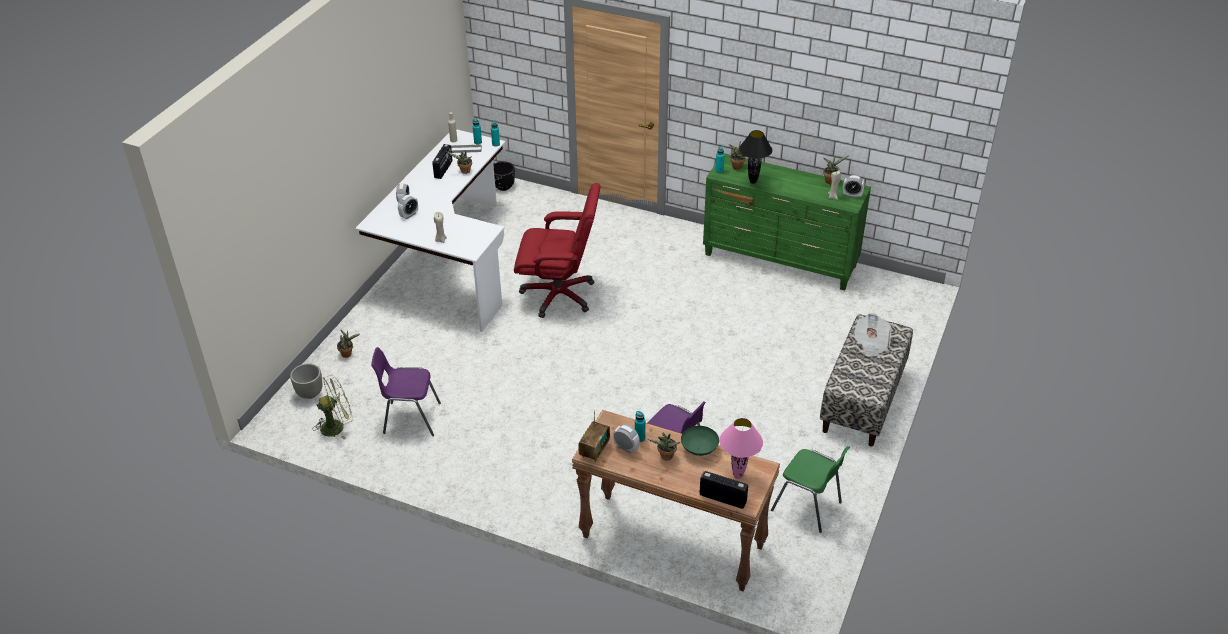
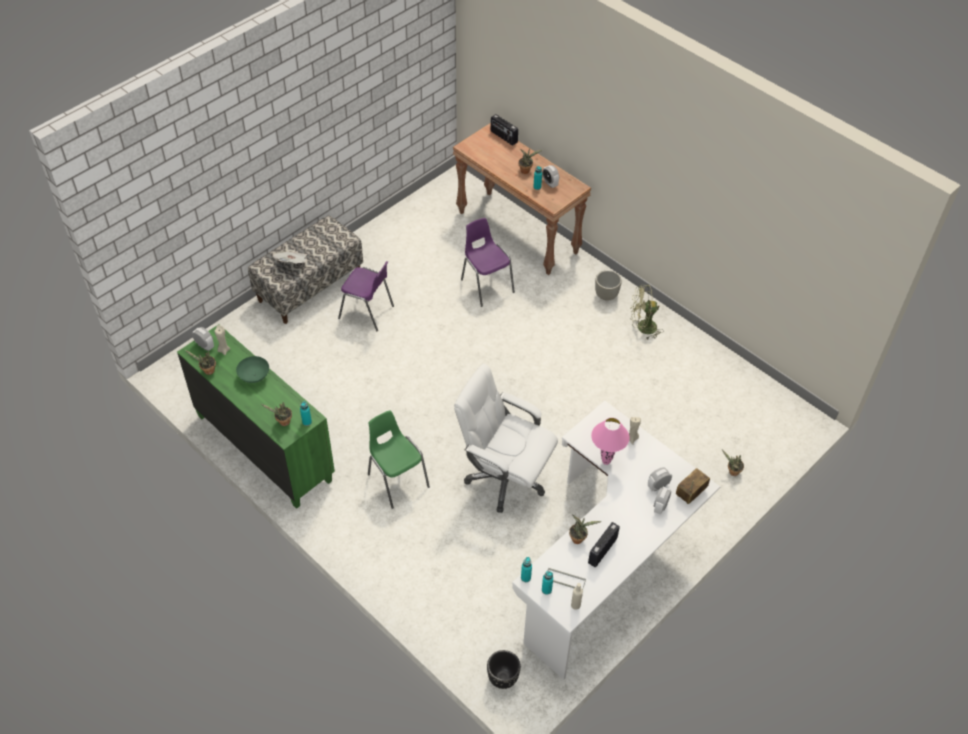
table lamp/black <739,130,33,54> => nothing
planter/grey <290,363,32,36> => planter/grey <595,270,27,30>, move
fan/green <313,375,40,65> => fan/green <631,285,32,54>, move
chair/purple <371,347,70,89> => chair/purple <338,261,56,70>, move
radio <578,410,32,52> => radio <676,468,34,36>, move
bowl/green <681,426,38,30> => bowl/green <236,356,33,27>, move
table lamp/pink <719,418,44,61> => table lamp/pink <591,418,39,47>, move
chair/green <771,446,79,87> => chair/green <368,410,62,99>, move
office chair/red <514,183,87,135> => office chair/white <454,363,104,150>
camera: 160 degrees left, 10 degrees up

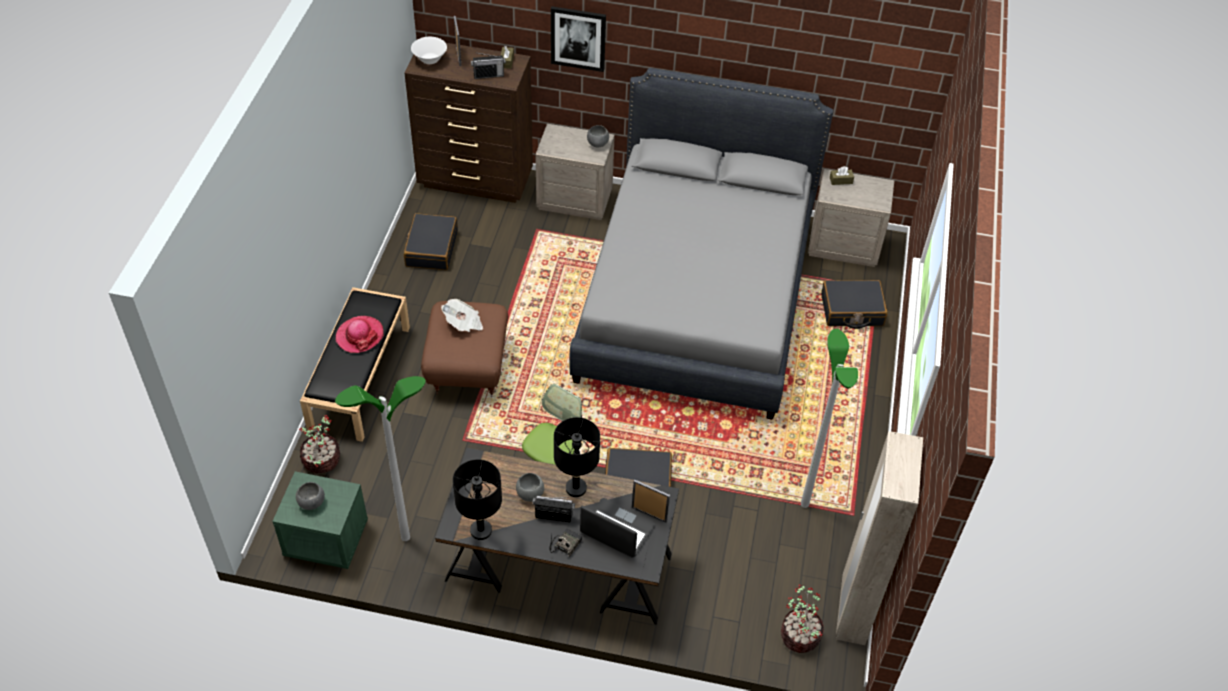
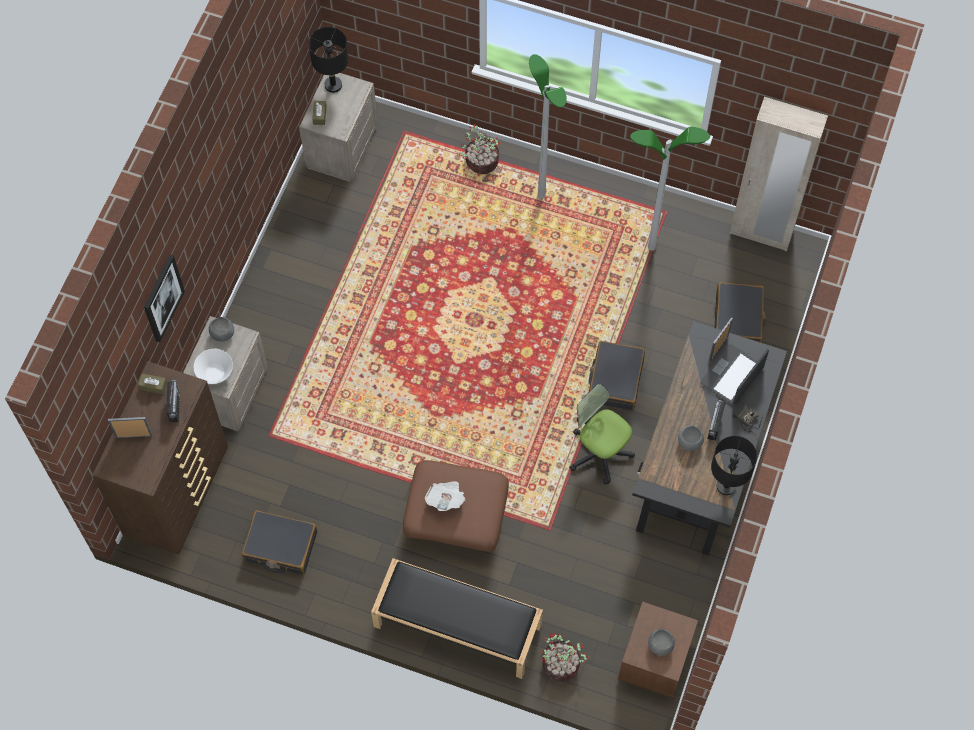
hat <335,316,49,37> => nothing
bed/grey <569,68,264,352> => nothing
floor lamp <335,376,91,165> => floor lamp <529,54,38,144>, move
bowl/white <411,37,36,27> => bowl/white <194,349,39,35>, move
table lamp/black <554,417,46,80> => table lamp/black <309,27,40,66>, move
potted plant <781,585,43,68> => potted plant <459,124,42,50>, move
suitcase/black <821,280,66,49> => suitcase/black <715,282,51,61>, move
nightstand/green <272,471,96,98> => nightstand/brown <618,601,80,97>
camera: 80 degrees left, 15 degrees up

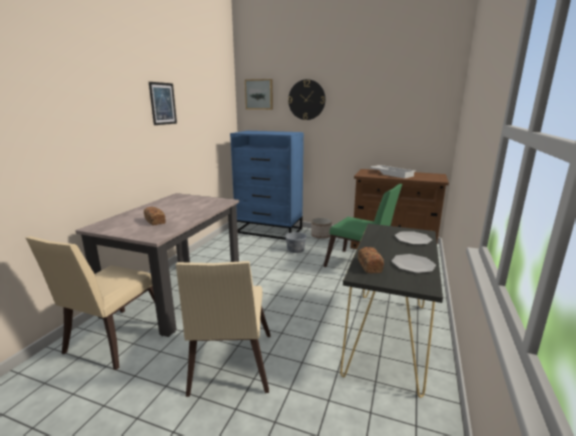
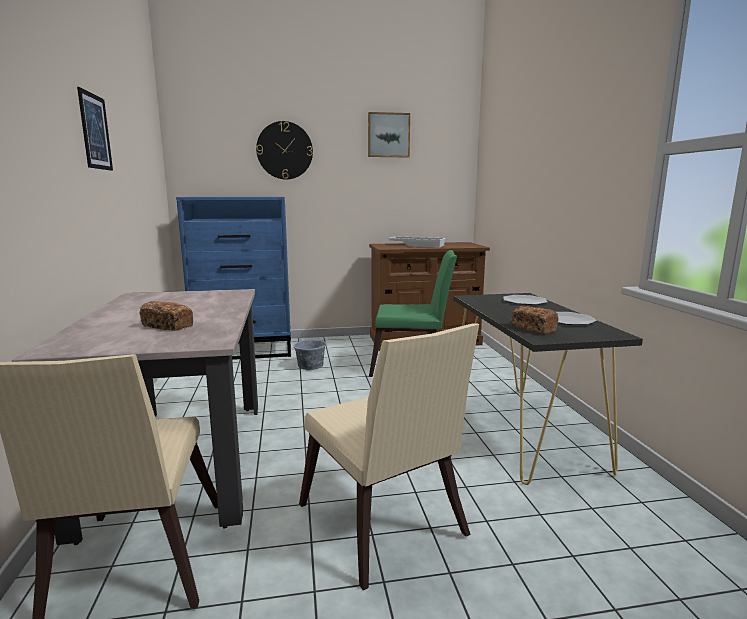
planter <311,218,21,21> => nothing
picture <245,79,28,31> => picture <368,112,42,45>, move
camera: 30 degrees left, 5 degrees down

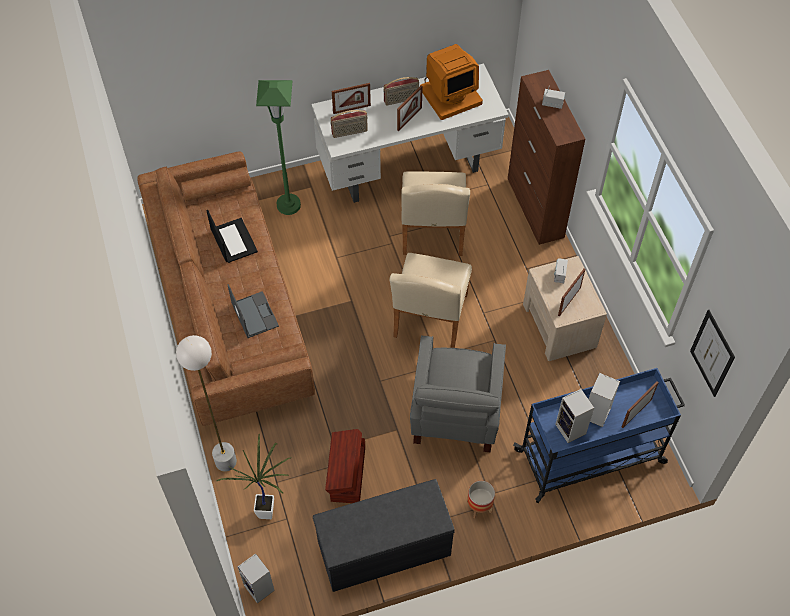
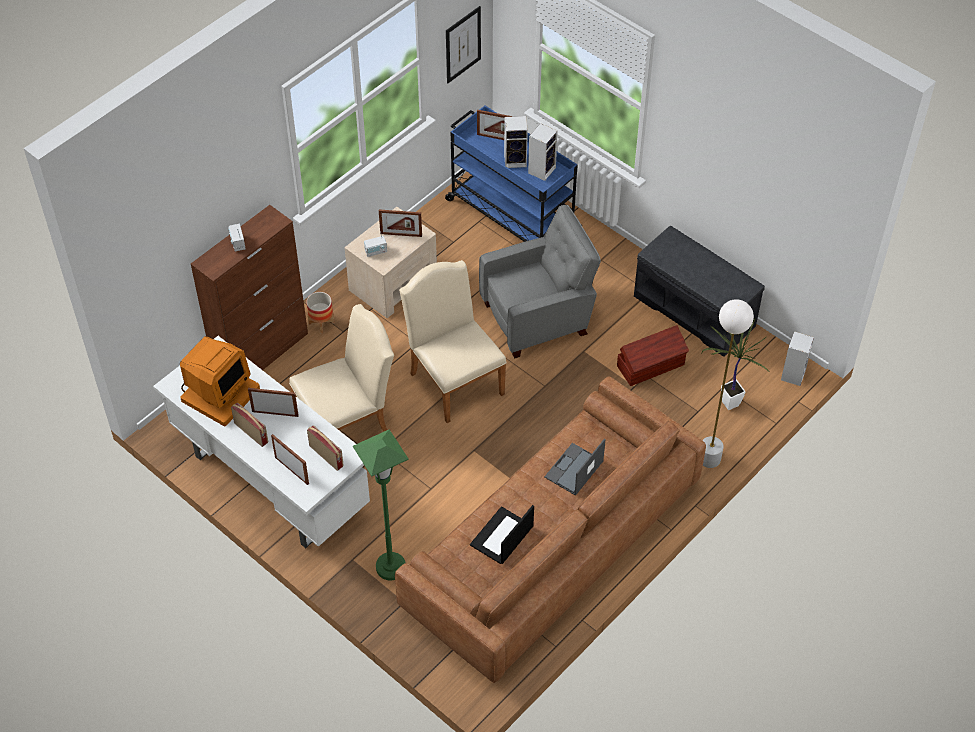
planter <467,481,28,38> => planter <306,292,29,41>, move
chair/beige <389,253,83,95> => chair/beige <399,260,108,163>, 105 degrees counterclockwise
monitor <420,44,63,76> => monitor <180,336,80,90>, 90 degrees clockwise
camera: 120 degrees left, 5 degrees down

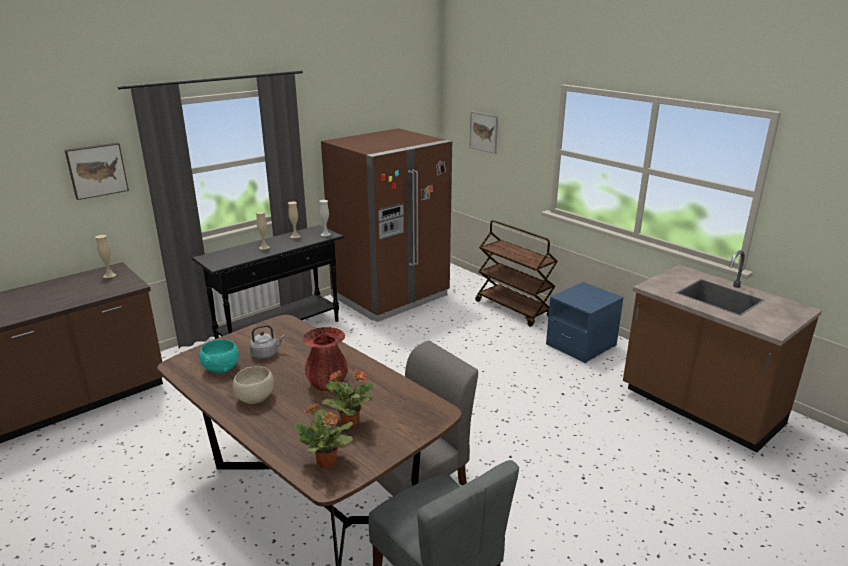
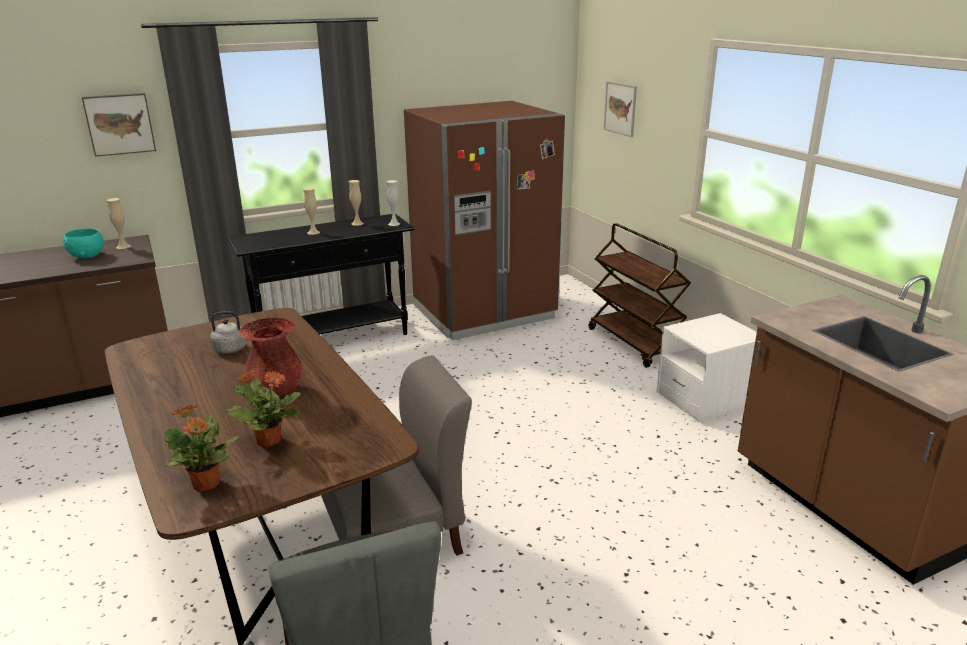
bowl/beige <233,366,41,38> => nothing
bowl/turquoise <200,339,39,34> => bowl/turquoise <63,229,41,29>, move
nightstand/blue <546,282,78,81> => nightstand/white <656,313,101,110>
camera: 15 degrees right, 0 degrees up

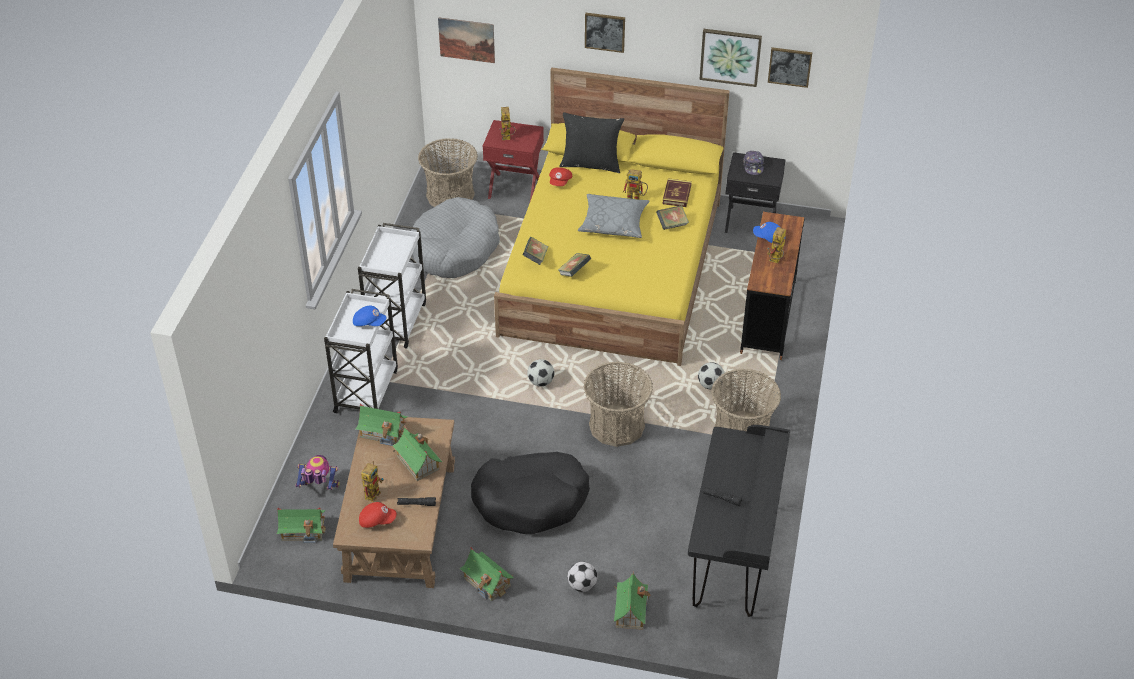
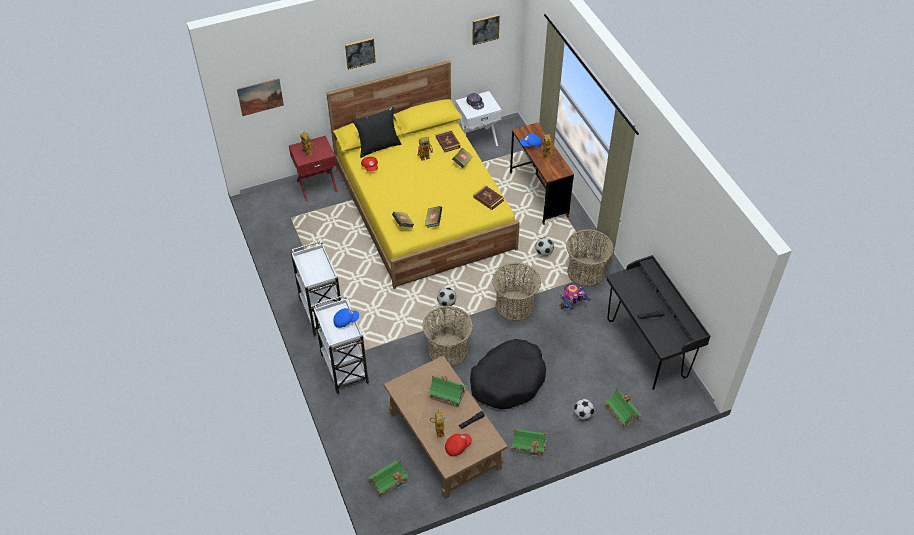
toy house <356,404,52,42> => nothing
dog bed/grey <411,197,89,81> => nothing
pillow/grey <578,194,71,44> => nothing
picture <699,29,63,58> => nothing
nothing => book <473,185,31,25>
toy robot <295,455,45,35> => toy robot <559,284,32,26>, move
basket <418,138,60,69> => basket <423,306,50,61>, move
nightstand/black <725,152,61,81> => nightstand/white <455,91,47,55>
camera: 35 degrees left, 5 degrees up

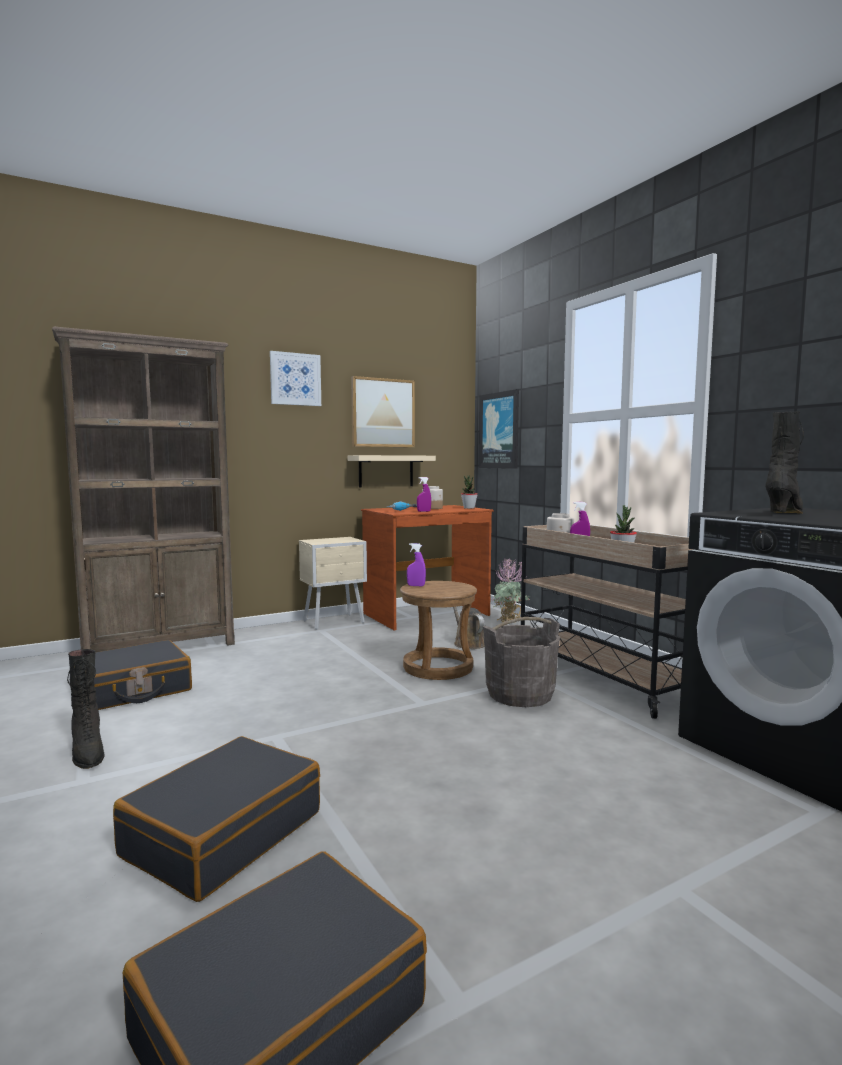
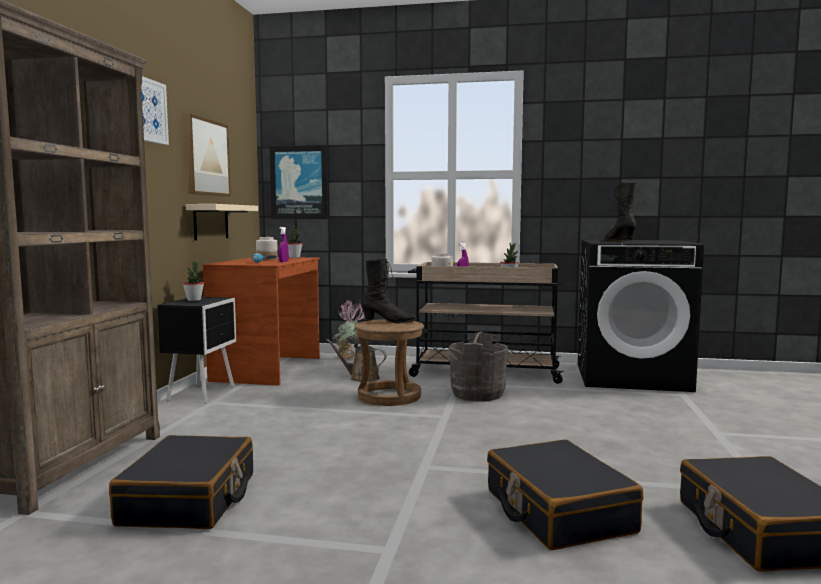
spray bottle/purple <407,543,19,43> => nothing
nothing => potted plant <183,261,21,40>
boot/black <67,649,38,120> => boot/black <361,259,56,64>, move
nightstand/beige <299,537,68,93> => nightstand/black <157,297,79,107>
camera: 50 degrees left, 0 degrees up

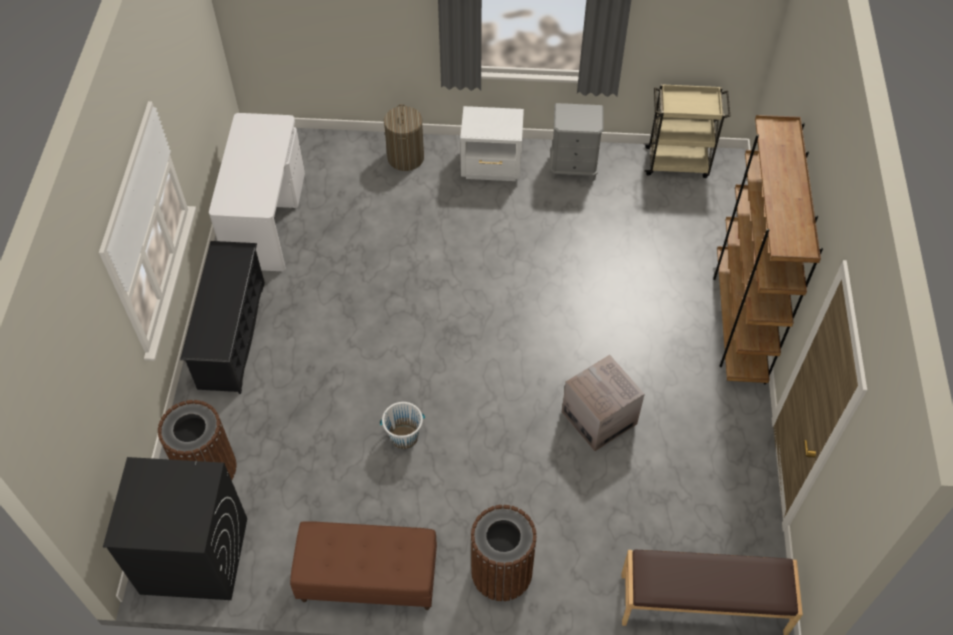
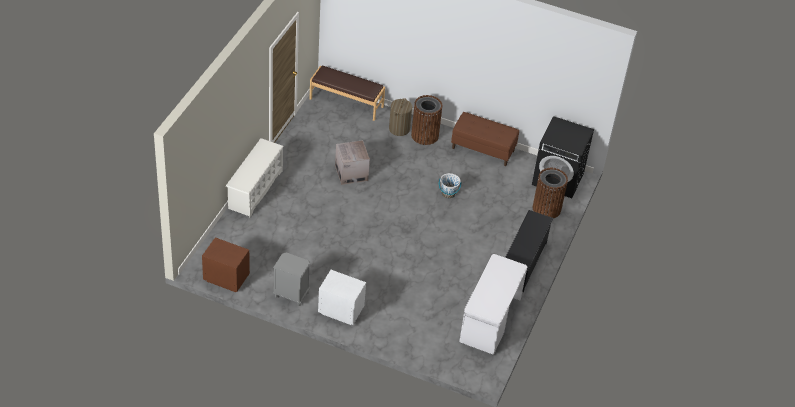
laundry basket <384,104,40,67> => laundry basket <389,99,23,37>, move
cart/beige <644,84,86,94> => nightstand/brown <202,237,48,55>
bookcase/brown <713,115,110,269> => shoe rack/white <226,138,58,79>
camera: 165 degrees left, 10 degrees down

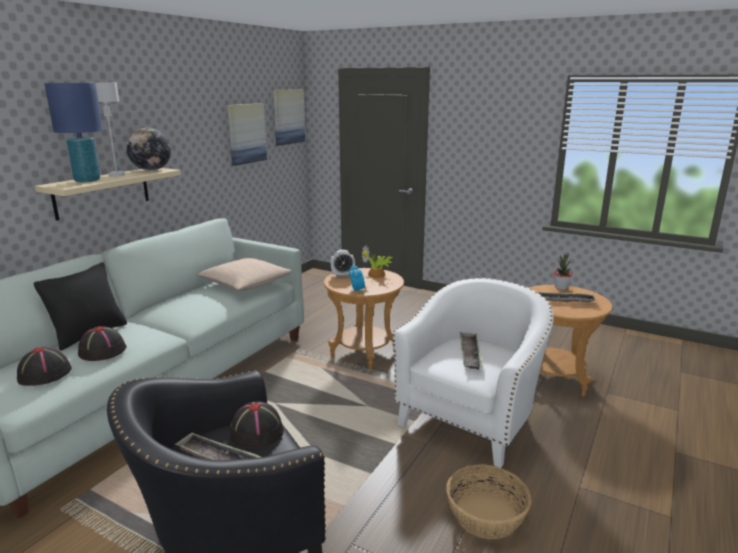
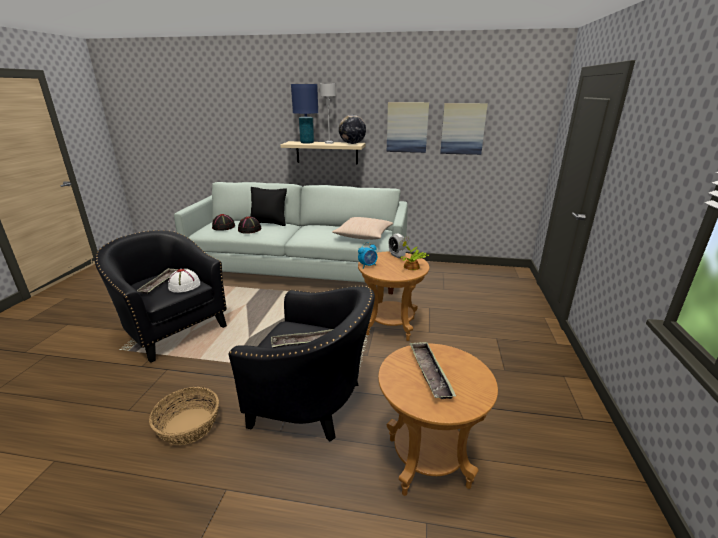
potted plant <553,253,19,37> => nothing
picture <273,89,32,57> => picture <387,102,42,51>, move
hat/black <230,401,54,48> => hat/white <168,269,32,24>
armchair/white <393,278,161,190> => armchair/black <229,286,146,155>
camera: 70 degrees right, 5 degrees up

